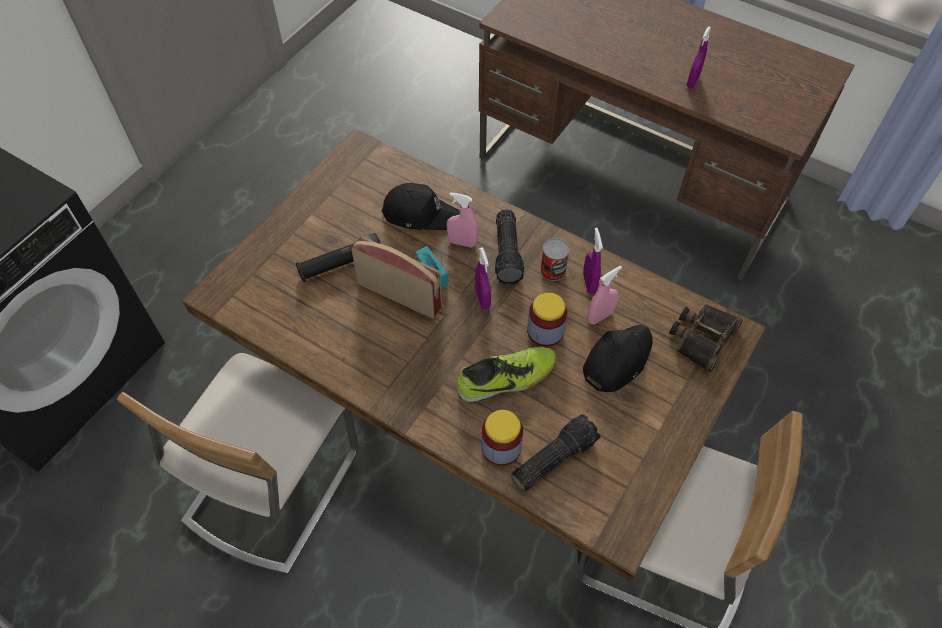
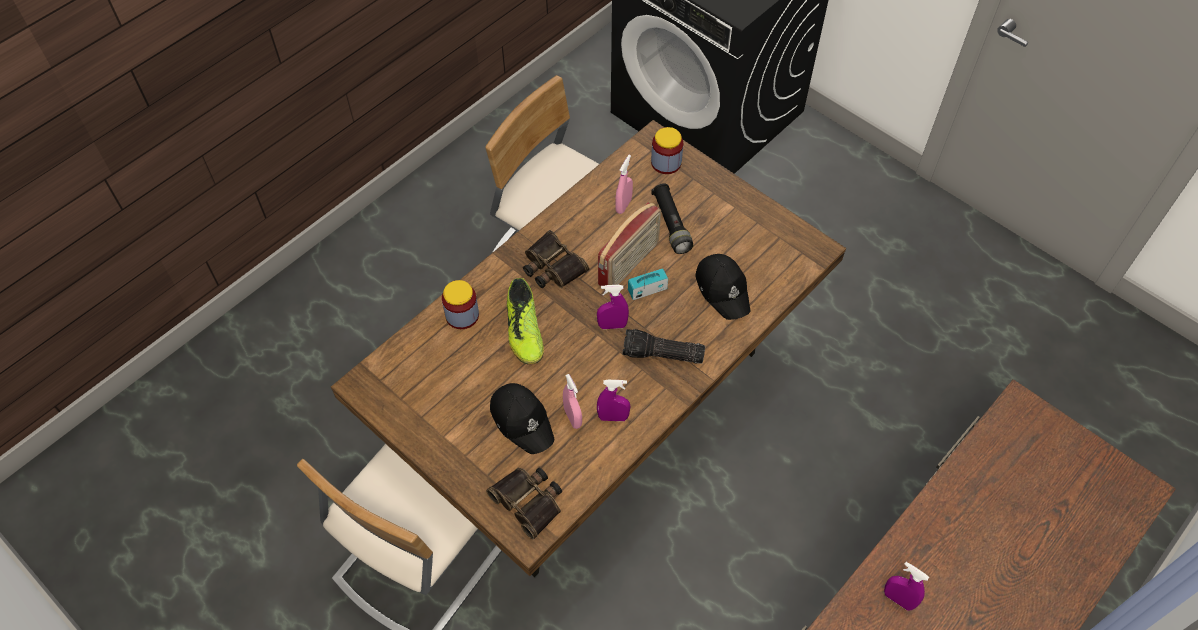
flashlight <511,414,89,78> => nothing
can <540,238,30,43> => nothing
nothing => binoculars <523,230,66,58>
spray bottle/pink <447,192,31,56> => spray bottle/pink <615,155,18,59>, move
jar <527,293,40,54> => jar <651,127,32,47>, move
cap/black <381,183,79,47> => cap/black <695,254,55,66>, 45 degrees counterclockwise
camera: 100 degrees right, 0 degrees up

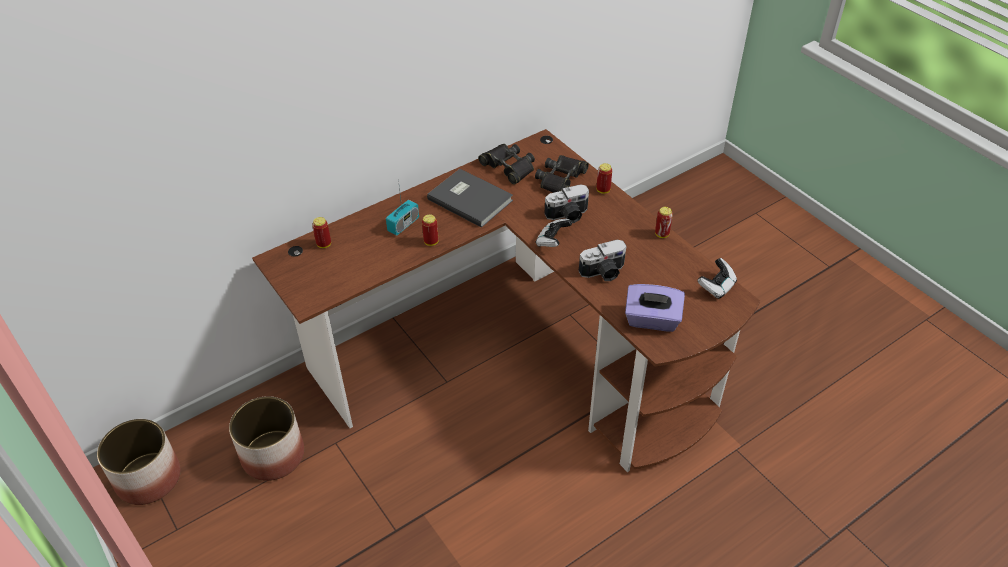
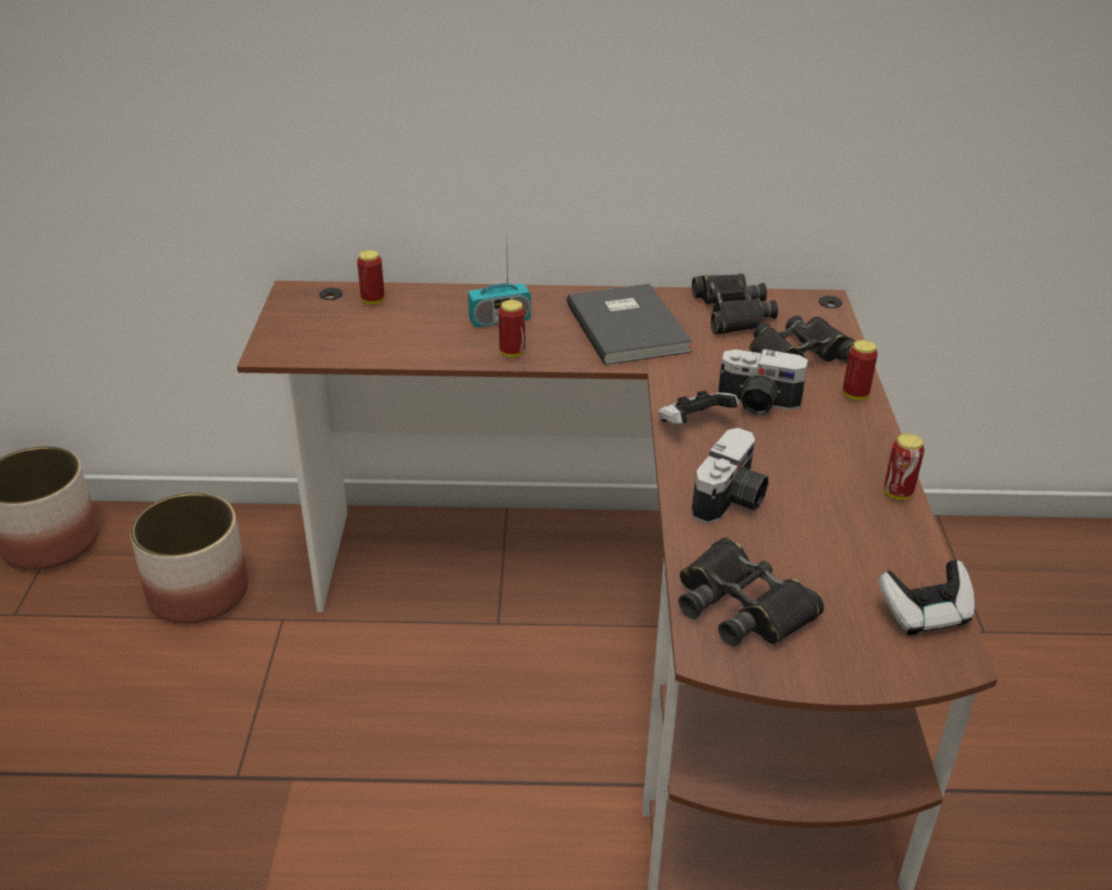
tissue box/purple <625,284,60,48> => binoculars/black <679,537,145,109>
photo camera <578,240,48,41> => photo camera <692,428,76,96>, 75 degrees counterclockwise
camera: 35 degrees right, 10 degrees down

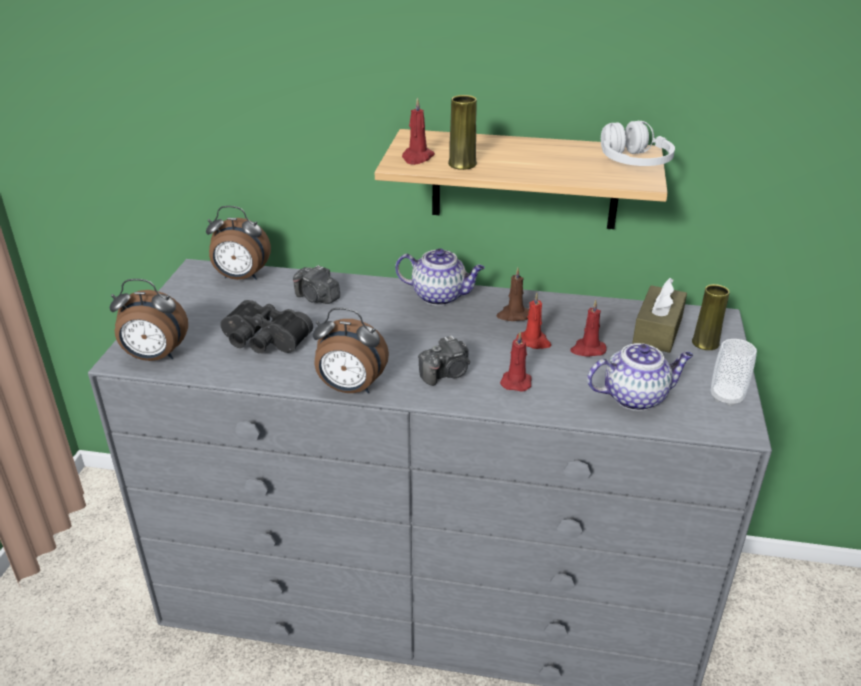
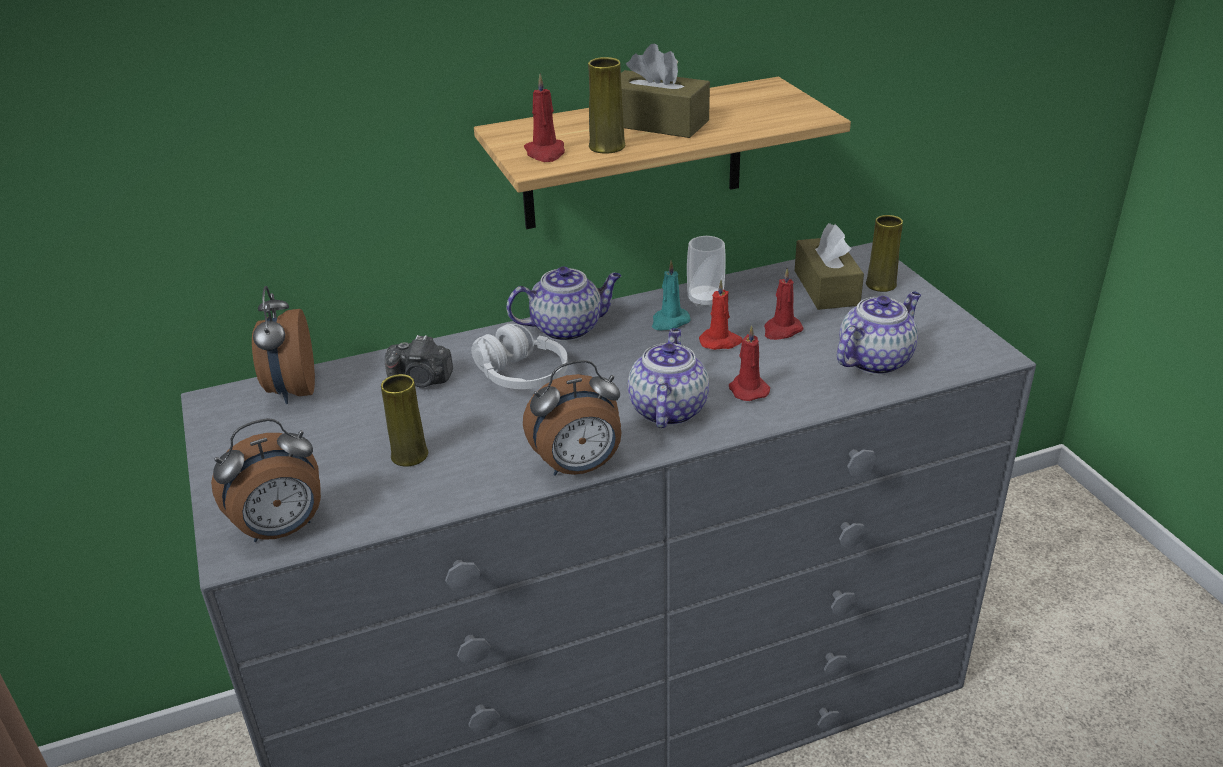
nothing => tissue box/brown <621,43,89,95>
headphones/white <601,121,74,45> => headphones/white <471,324,97,65>, move
cup <711,339,46,68> => cup <687,236,39,72>, move
binoculars/black <220,300,93,53> => vase/yellow <381,374,47,93>
photo camera <418,335,52,51> => teapot <628,328,81,100>
candle/brown <497,267,32,54> => candle/turquoise <652,260,39,71>
alarm clock <206,206,65,74> => alarm clock <252,286,63,118>, 105 degrees clockwise
camera: 30 degrees left, 0 degrees up

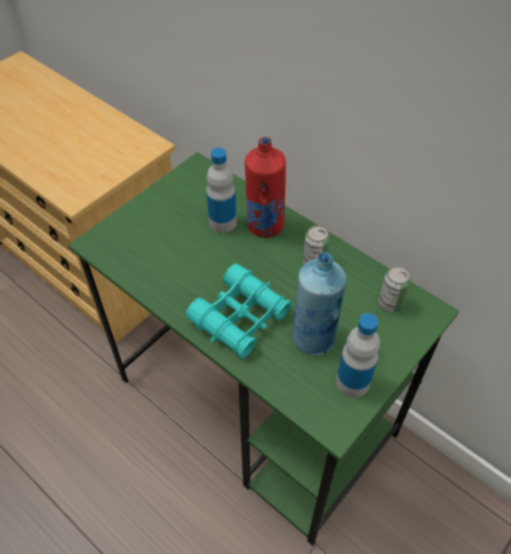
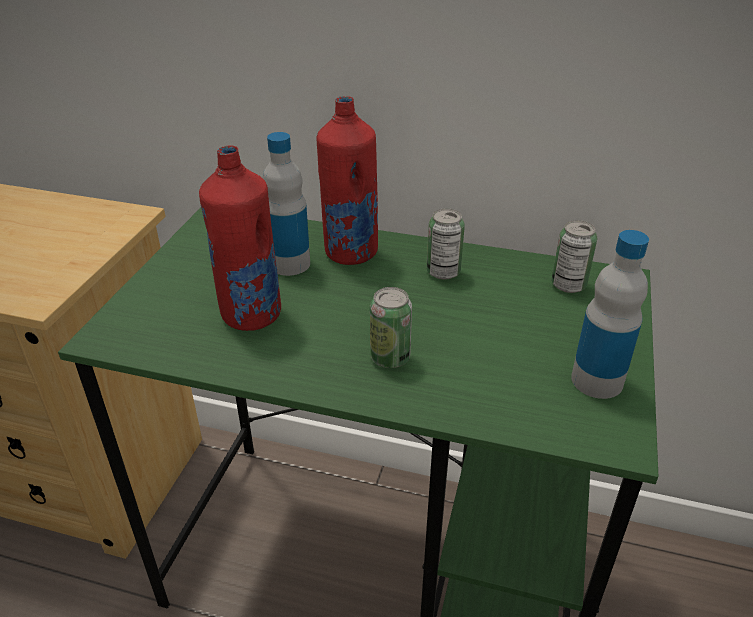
bottle/blue <292,252,54,104> => nothing
nothing => bottle/red <199,145,82,186>
binoculars/turquoise <186,263,106,96> => can <370,287,42,81>
camera: 25 degrees left, 15 degrees down

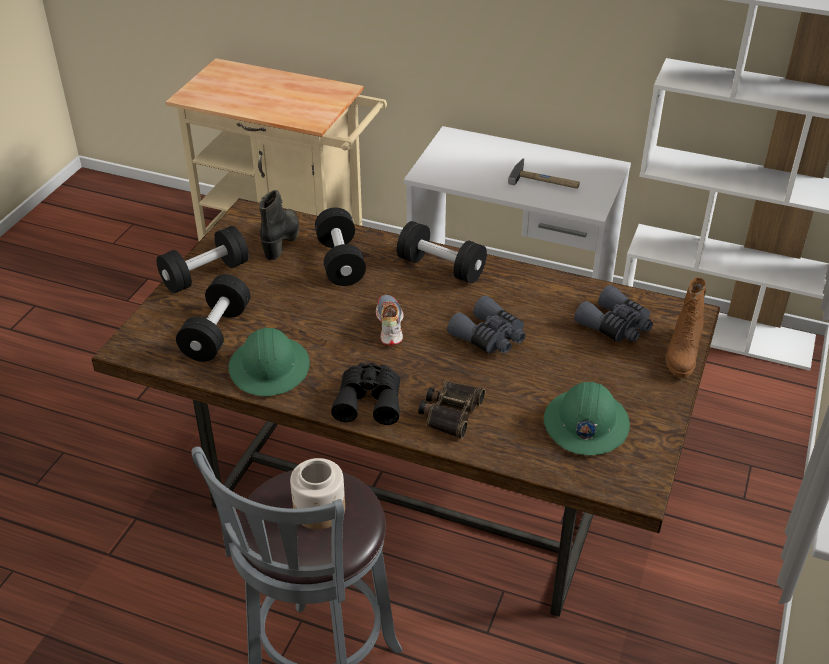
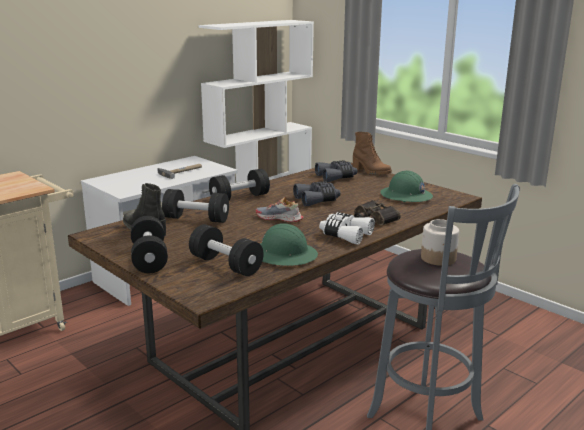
binoculars/black <331,363,69,62> => binoculars/white <319,212,56,33>
camera: 65 degrees left, 20 degrees down

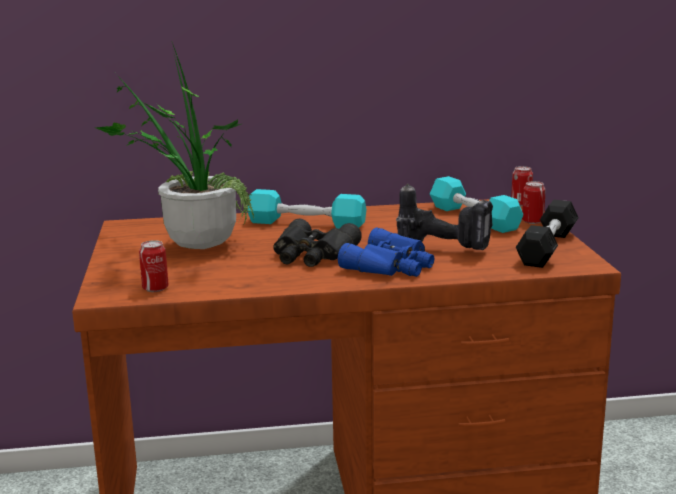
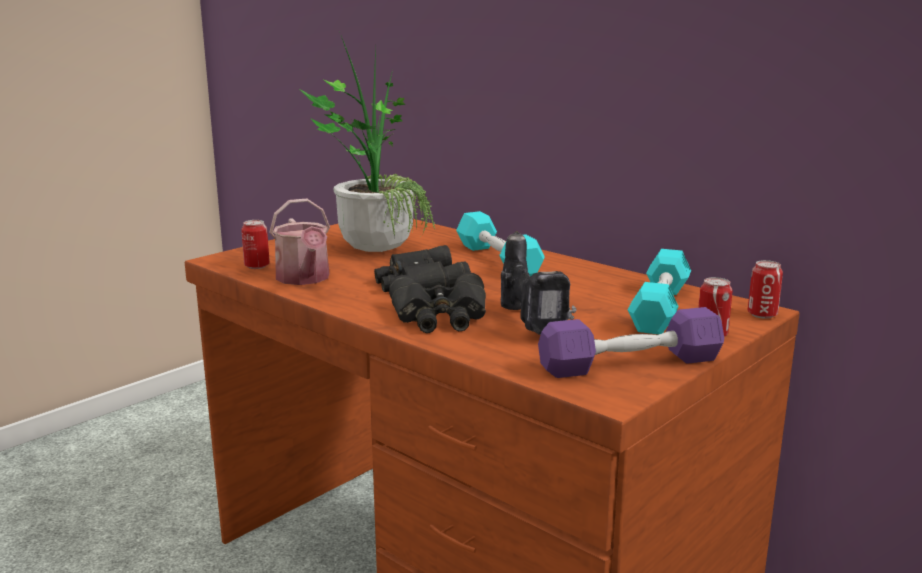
nothing => watering can <269,199,61,86>
binoculars/blue <338,228,97,49> => binoculars/black <389,273,97,60>
dumbbell/black <516,200,63,68> => dumbbell/purple <538,307,186,71>
camera: 50 degrees right, 0 degrees up

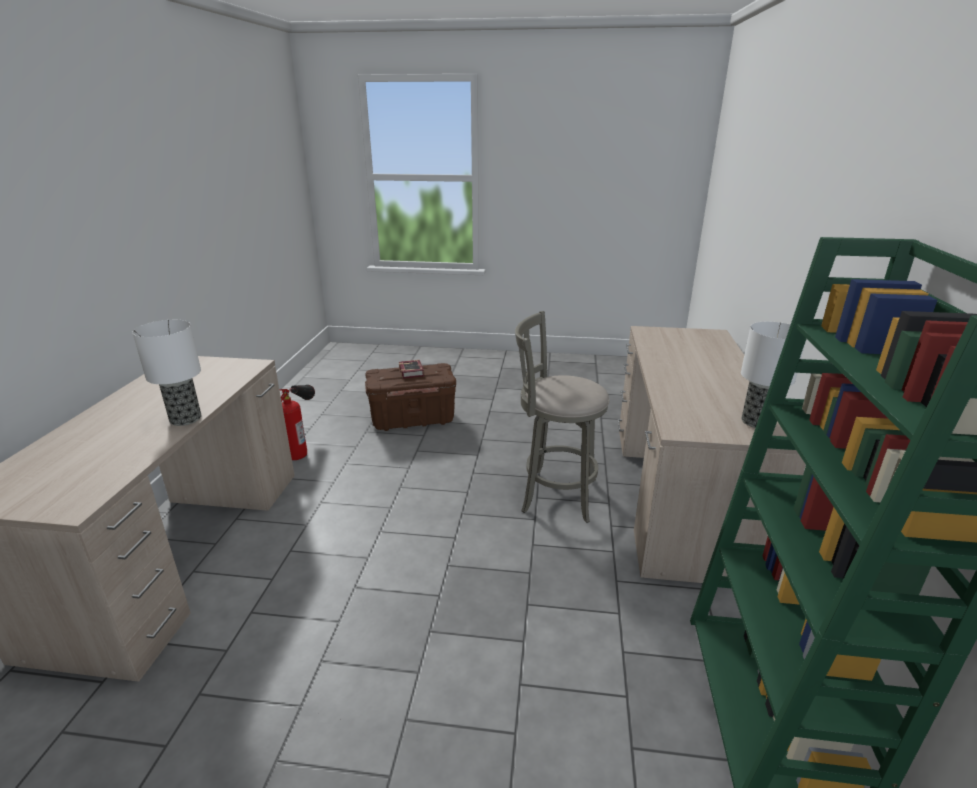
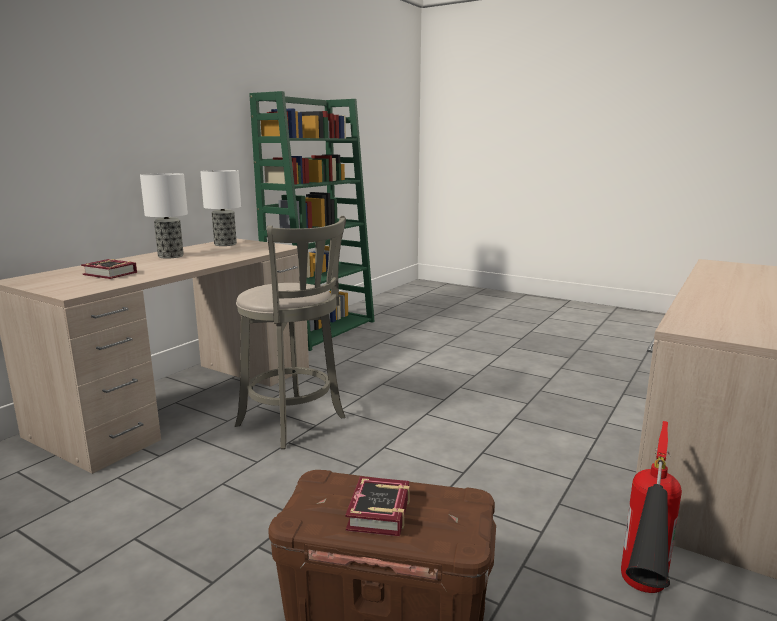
nothing => book <81,259,56,20>
table lamp <132,320,70,106> => table lamp <140,173,48,86>, move
camera: 155 degrees left, 10 degrees down

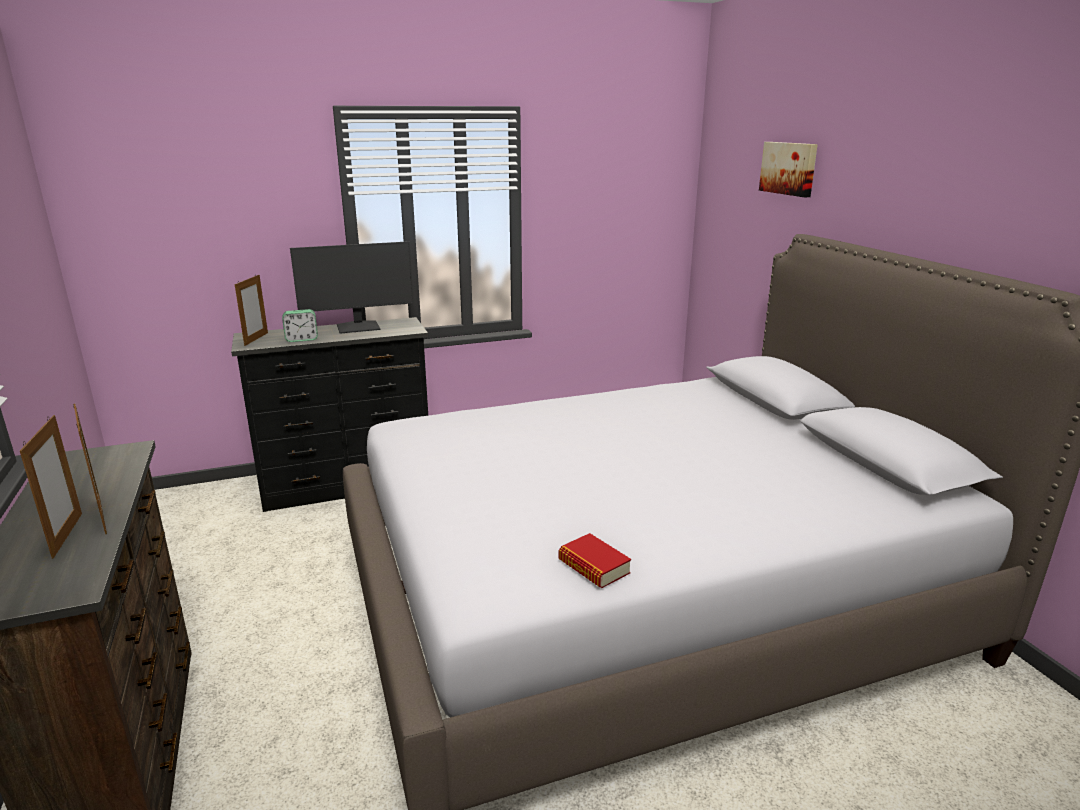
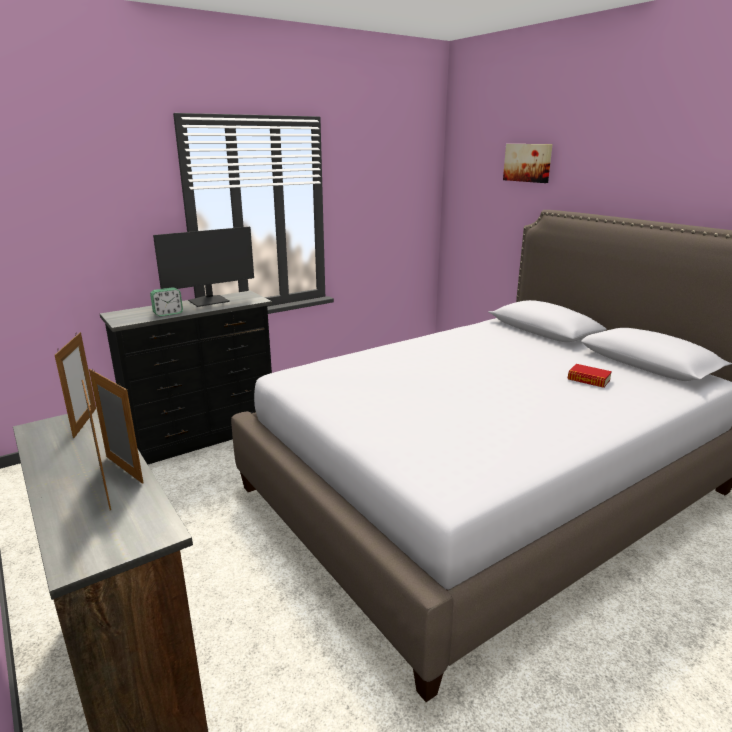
picture frame <235,274,33,72> => picture frame <55,332,41,106>, move
book <559,533,72,55> => book <568,364,44,24>, move
camera: 15 degrees left, 0 degrees up

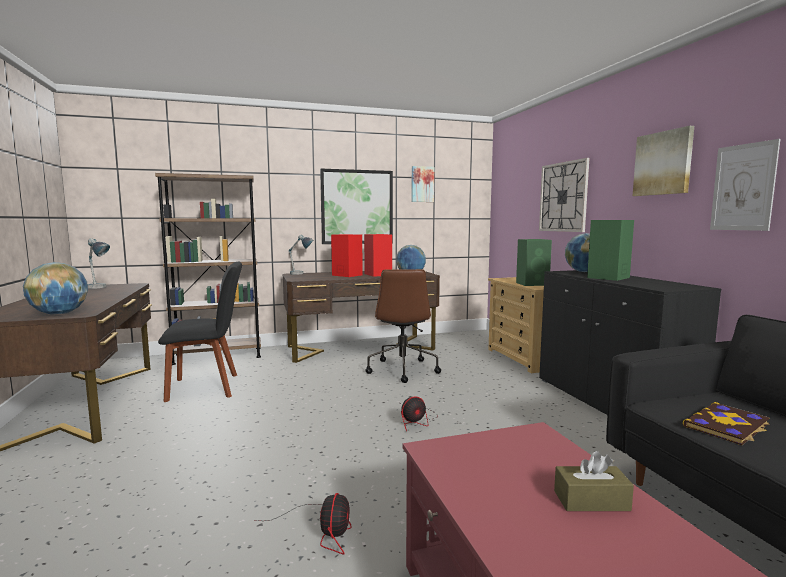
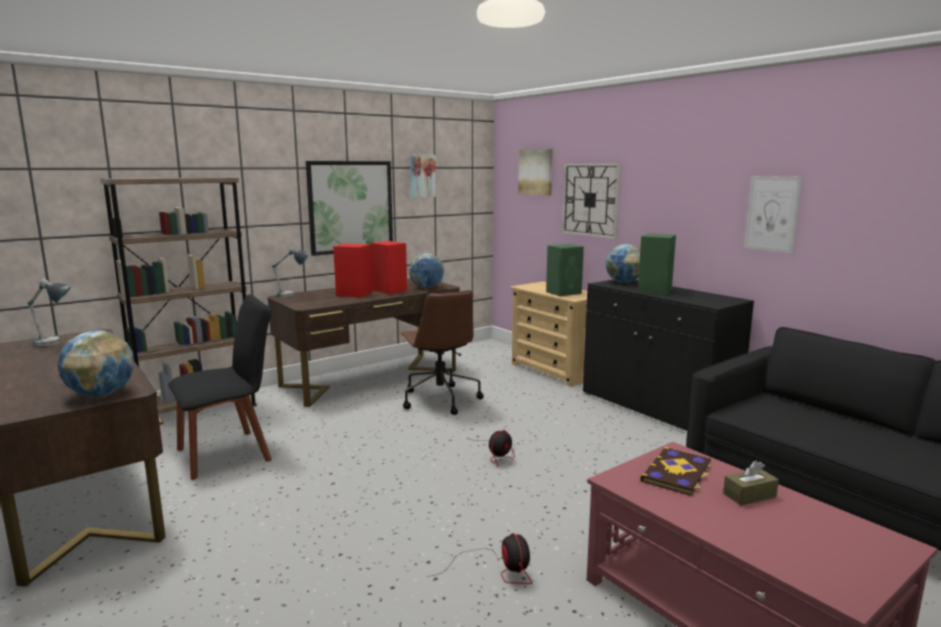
picture <633,126,61,70> => picture <518,149,35,47>, move
book <683,402,87,43> => book <640,447,72,49>, move
camera: 20 degrees left, 5 degrees up

